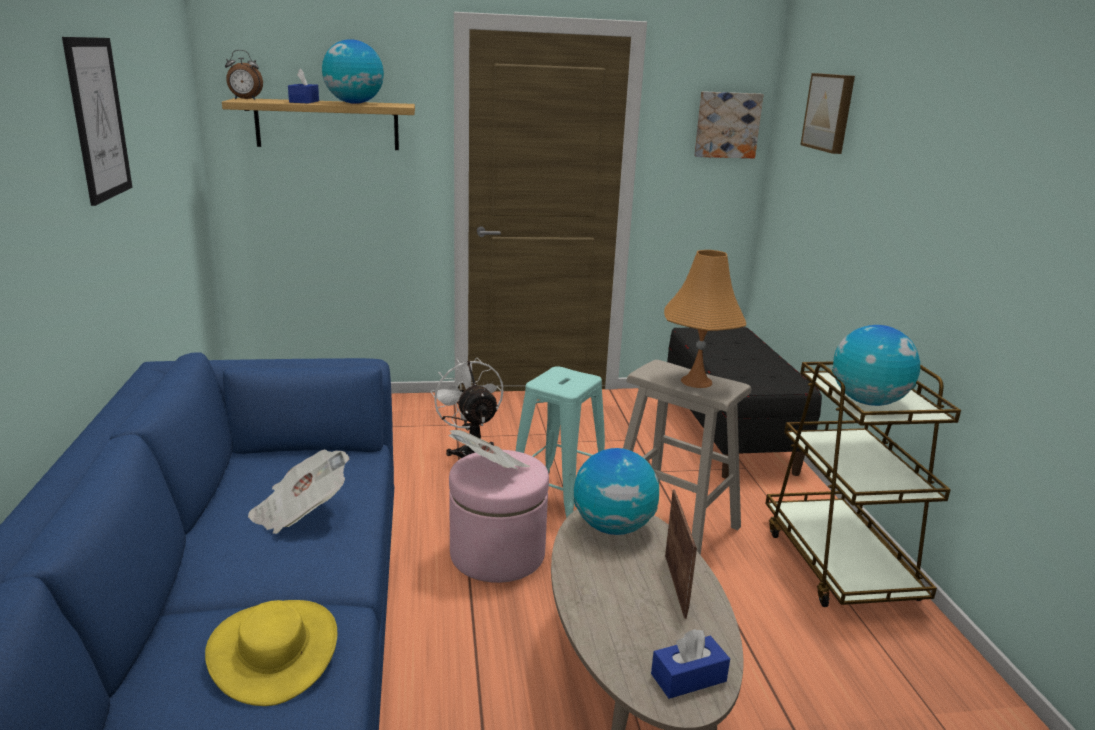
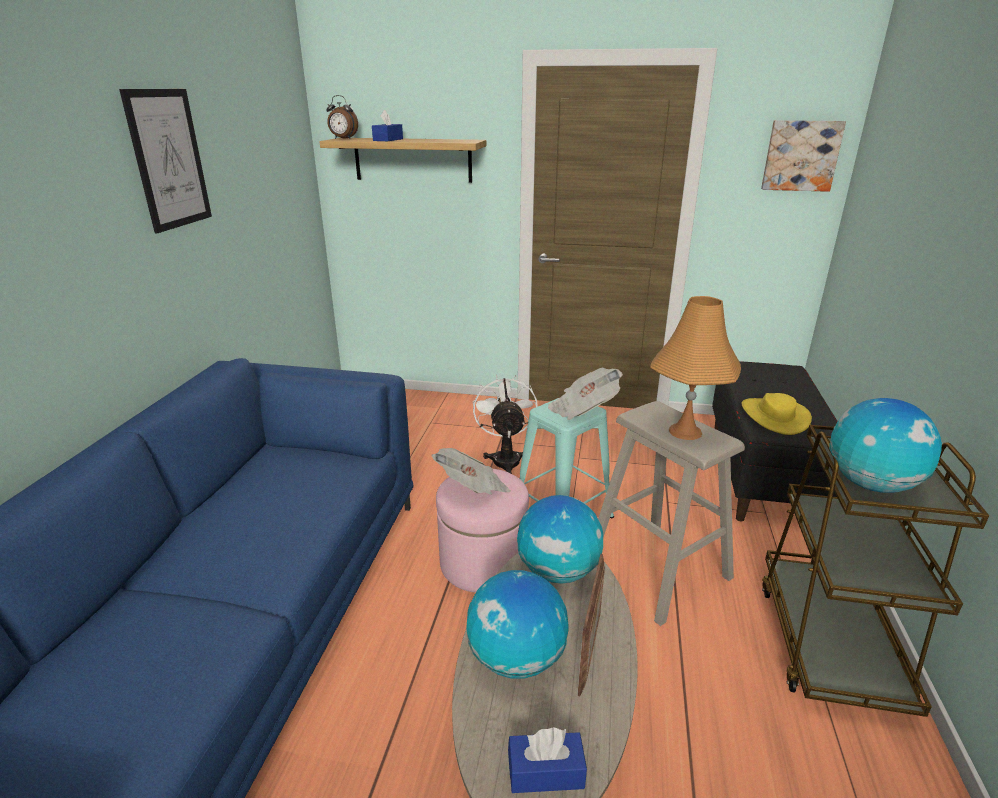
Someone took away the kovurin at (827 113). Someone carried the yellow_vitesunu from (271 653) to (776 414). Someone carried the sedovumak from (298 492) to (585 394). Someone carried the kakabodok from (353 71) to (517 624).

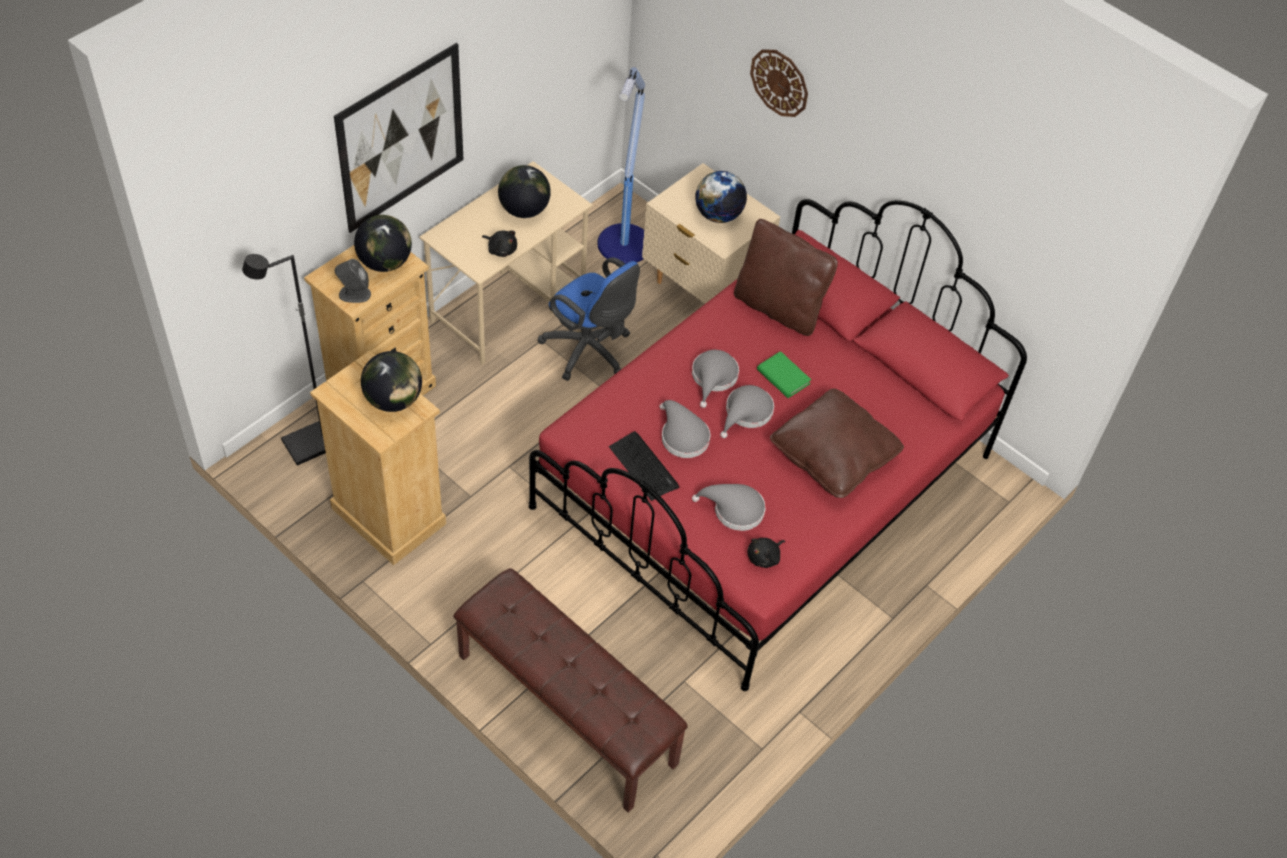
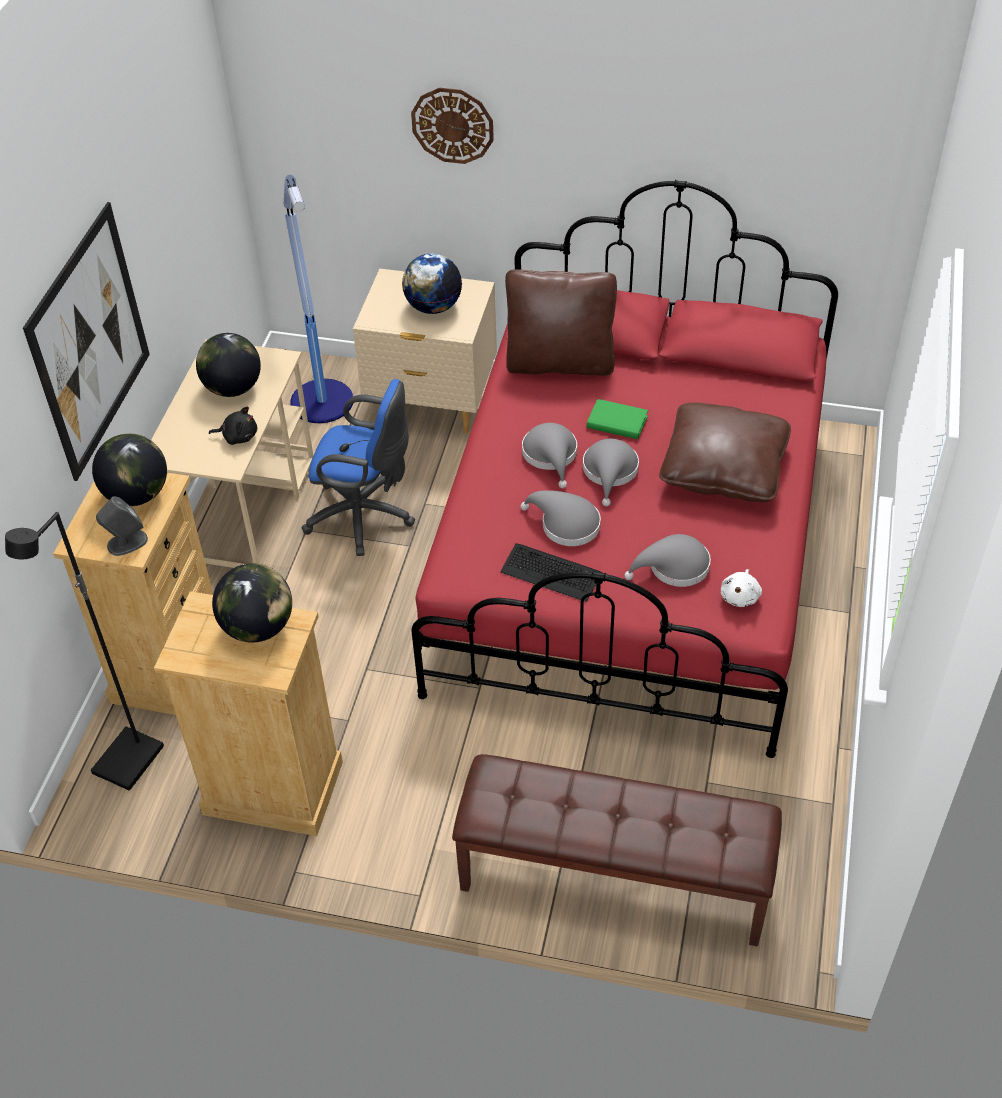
Someone repainted the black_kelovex at (766 553), which became the white_kelovex at (741 588).

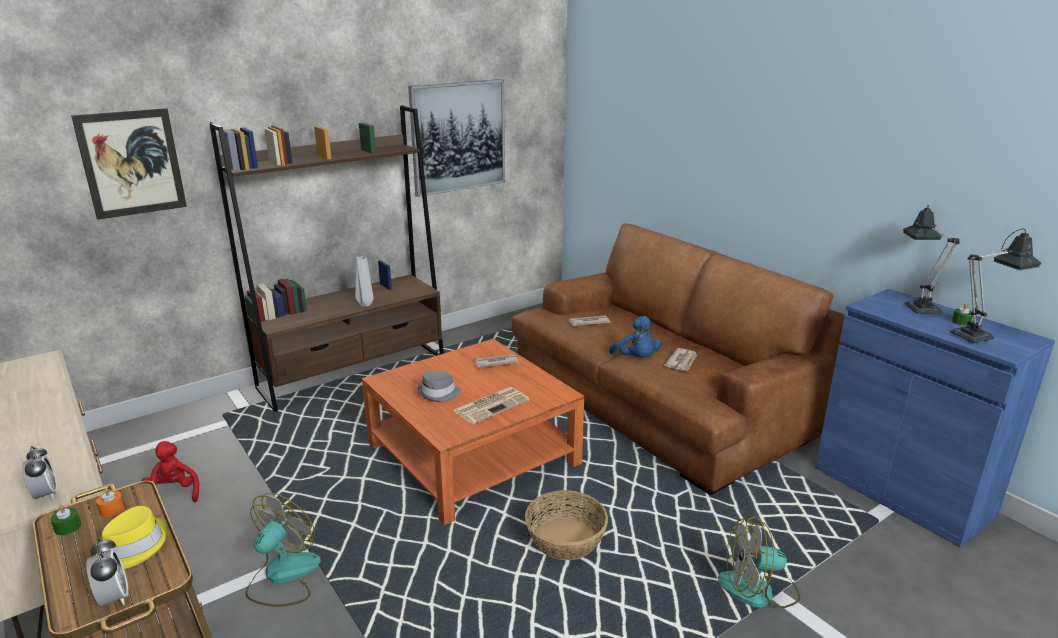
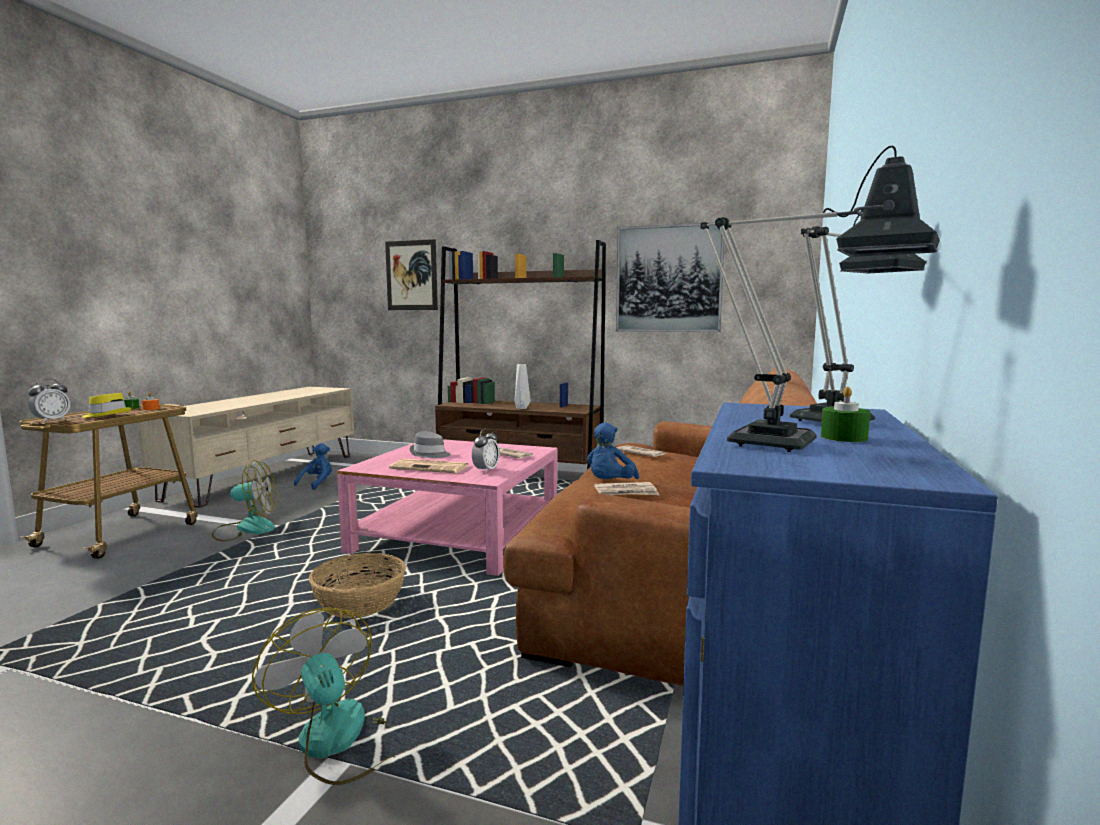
Someone carried the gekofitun from (40 472) to (486 450). Someone repainted the red_kelovex at (170 471), which became the blue_kelovex at (313 466). Someone repainted the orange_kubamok at (473 432), which became the pink_kubamok at (447 507).

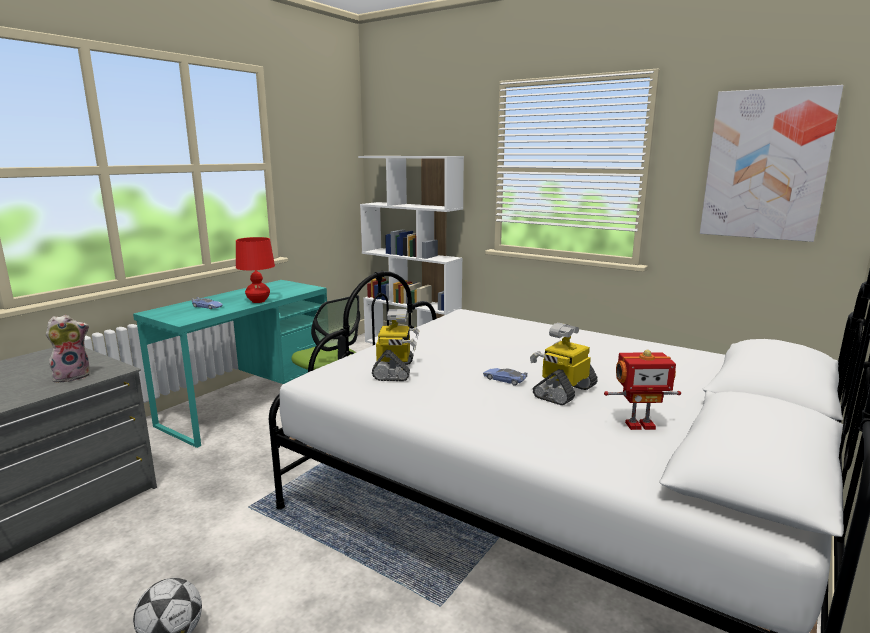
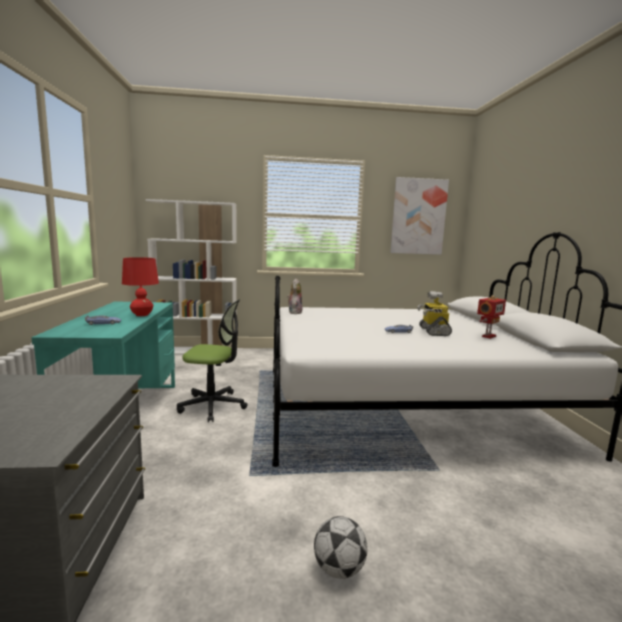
Someone took away the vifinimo at (395 345). Someone carried the kelovex from (67 348) to (294 296).

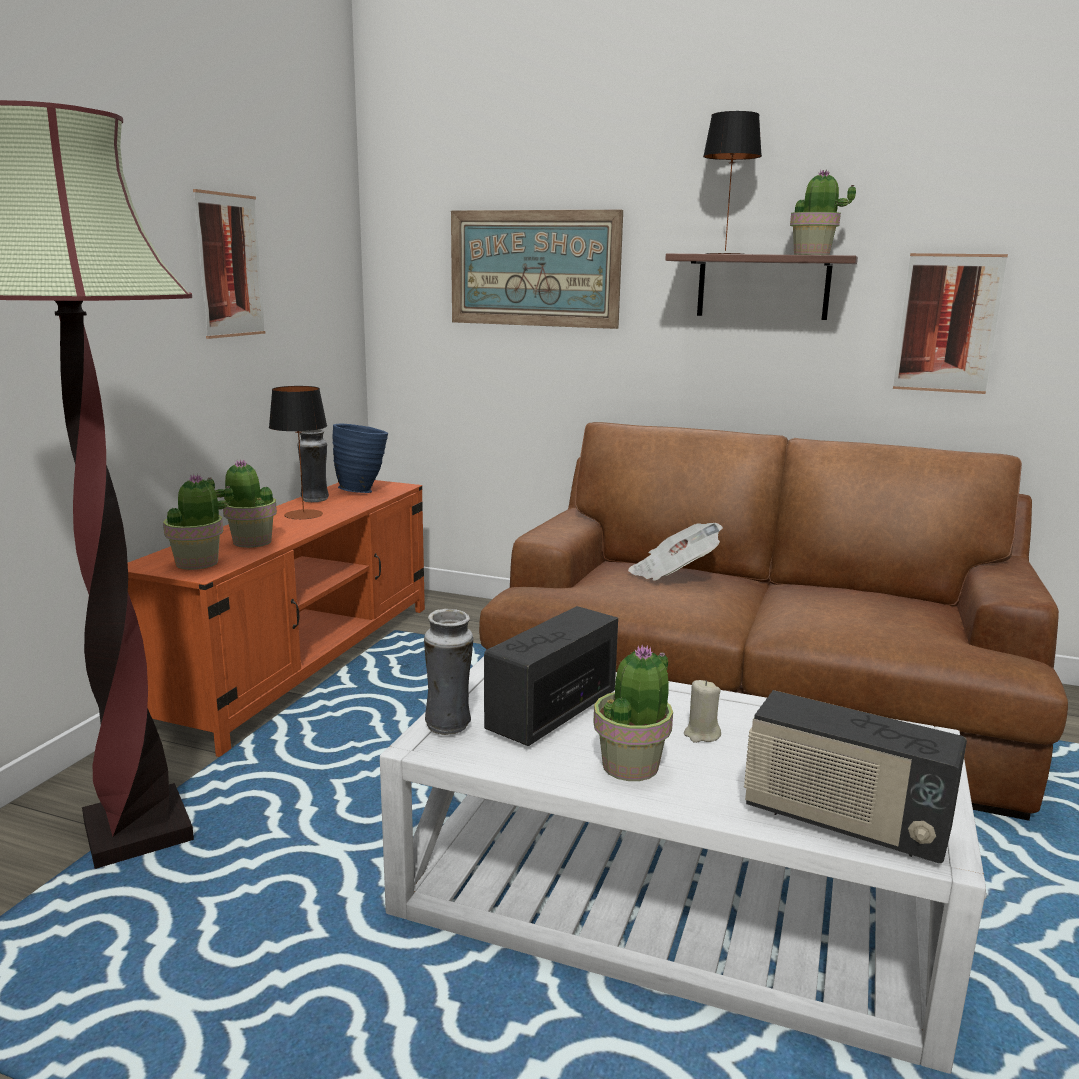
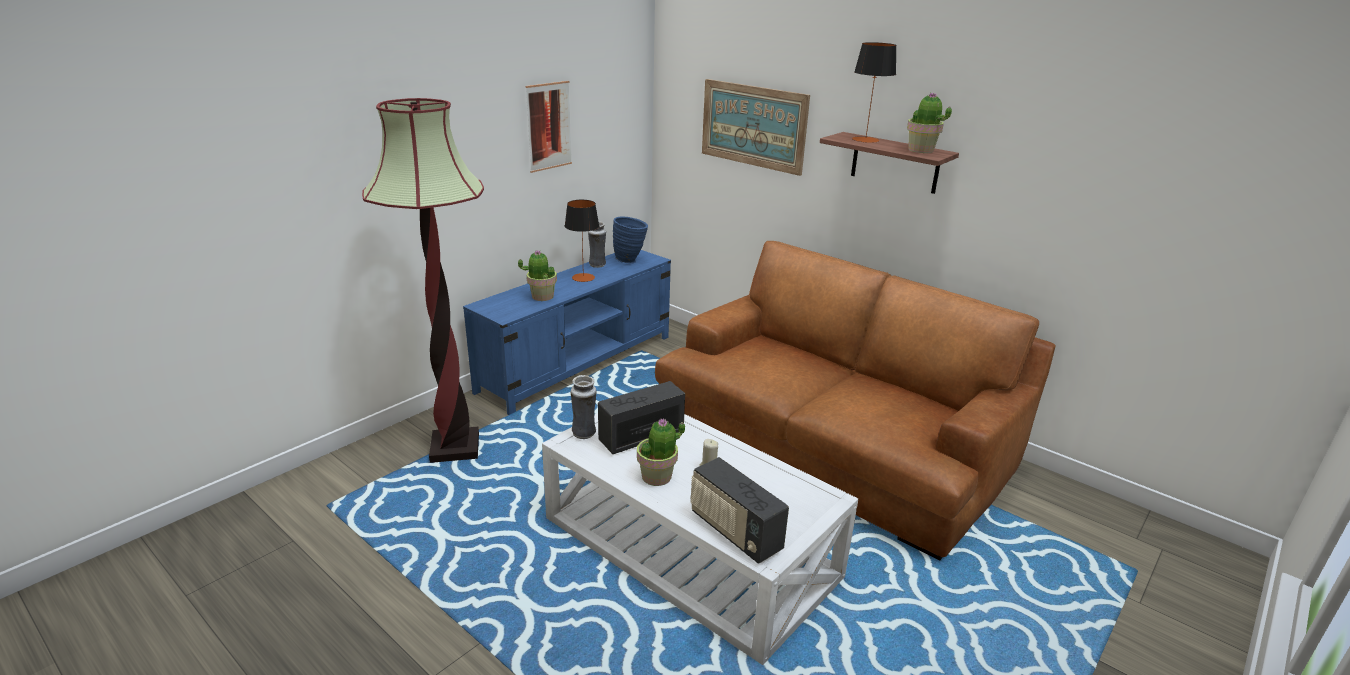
Someone took away the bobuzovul at (198 522). Someone took away the sedovumak at (675 552). Someone took away the kovurin at (950 323). Someone repainted the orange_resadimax at (276 618), which became the blue_resadimax at (567 332).

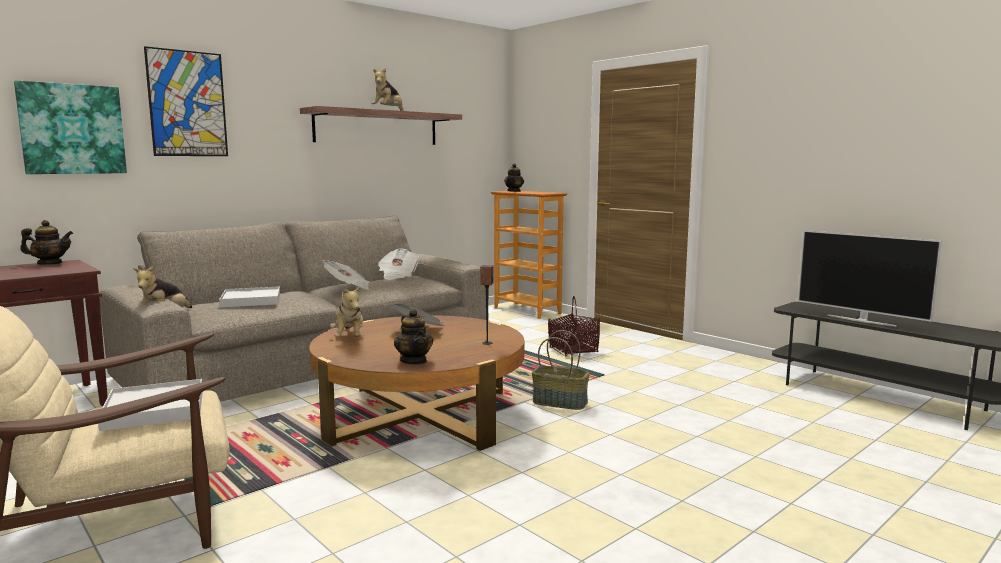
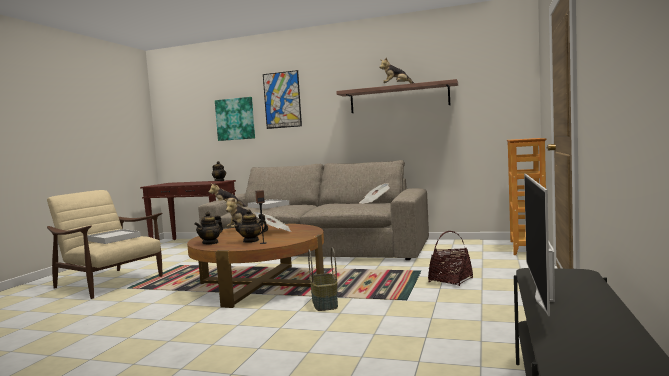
Someone took away the sedovumak at (346 274). Someone carried the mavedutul from (514 177) to (250 226).

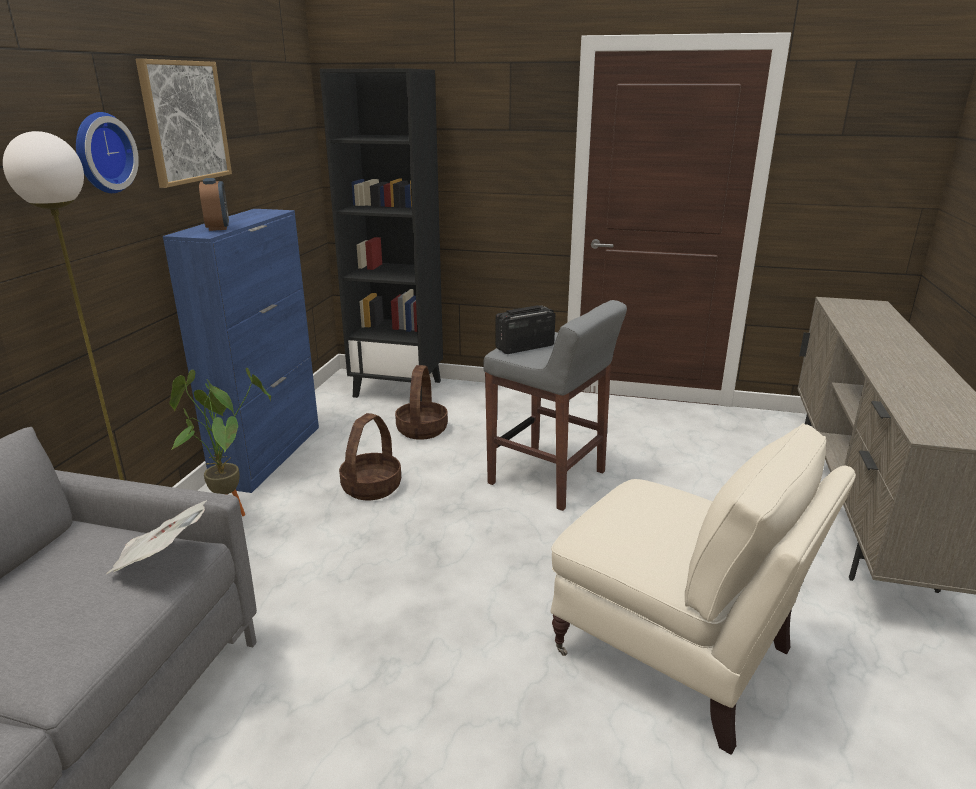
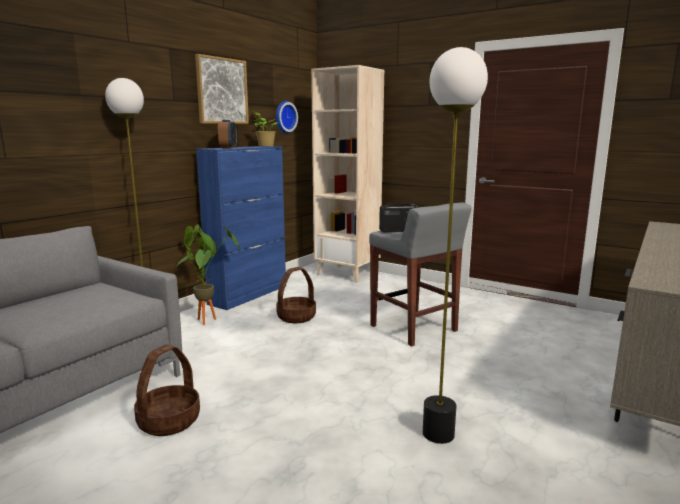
Someone took away the sedovumak at (157 537). Someone put down the bobuzovul at (264 129). Someone carried the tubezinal from (107 152) to (287 117). Someone carried the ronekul from (421 402) to (167 390). Someone swapped the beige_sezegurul at (703 589) for the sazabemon at (455 245). Someone repainted the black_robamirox at (381 235), which became the beige_robamirox at (347 174).

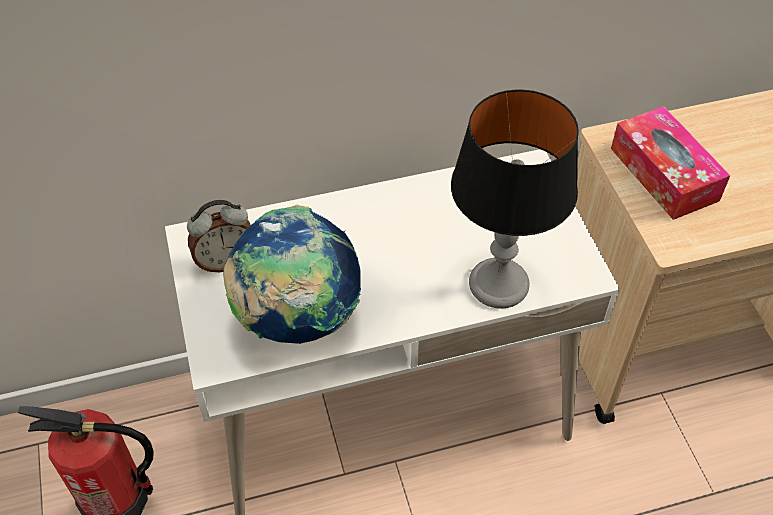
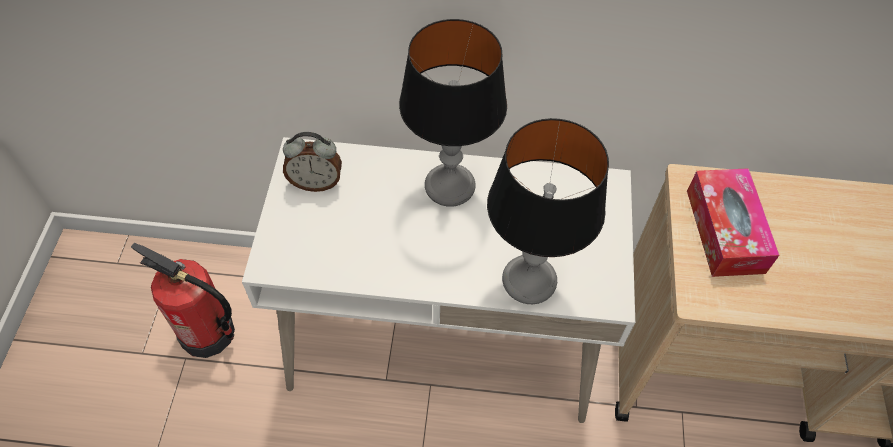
Someone took away the kakabodok at (292 274). Someone put down the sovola at (453 113).

